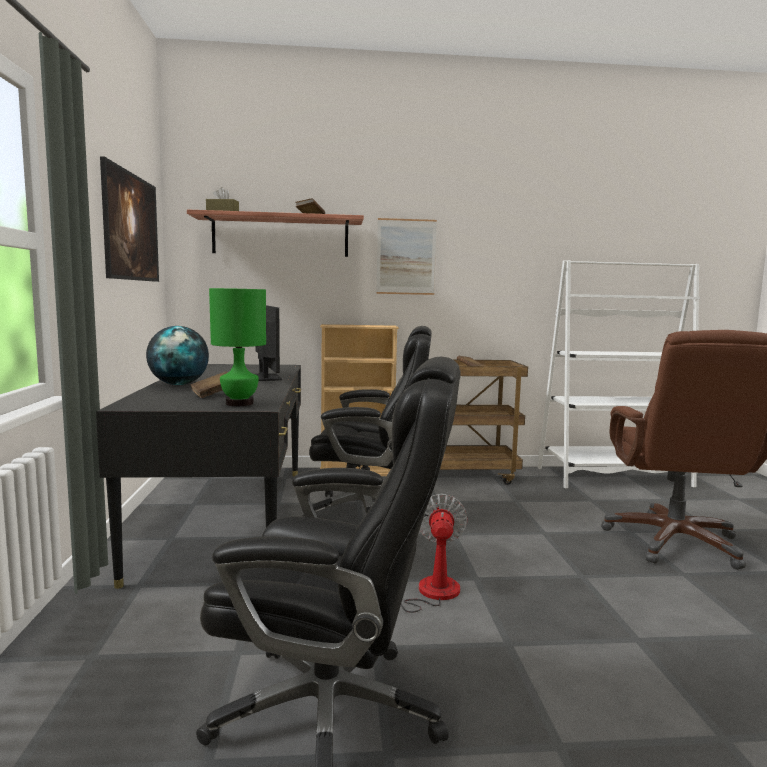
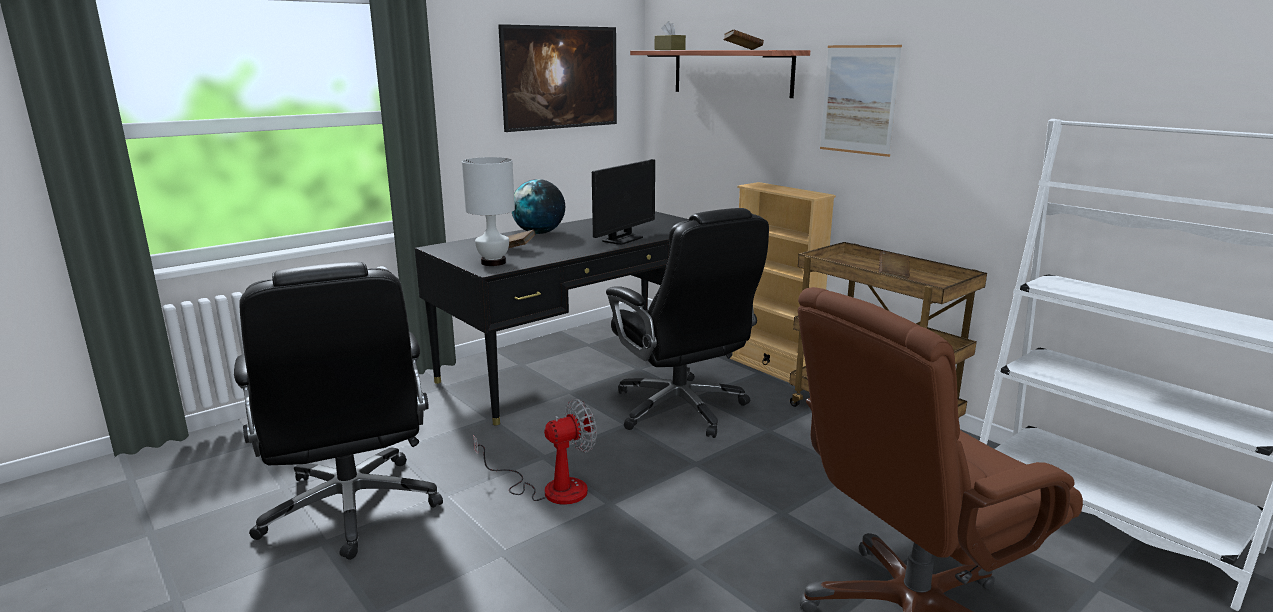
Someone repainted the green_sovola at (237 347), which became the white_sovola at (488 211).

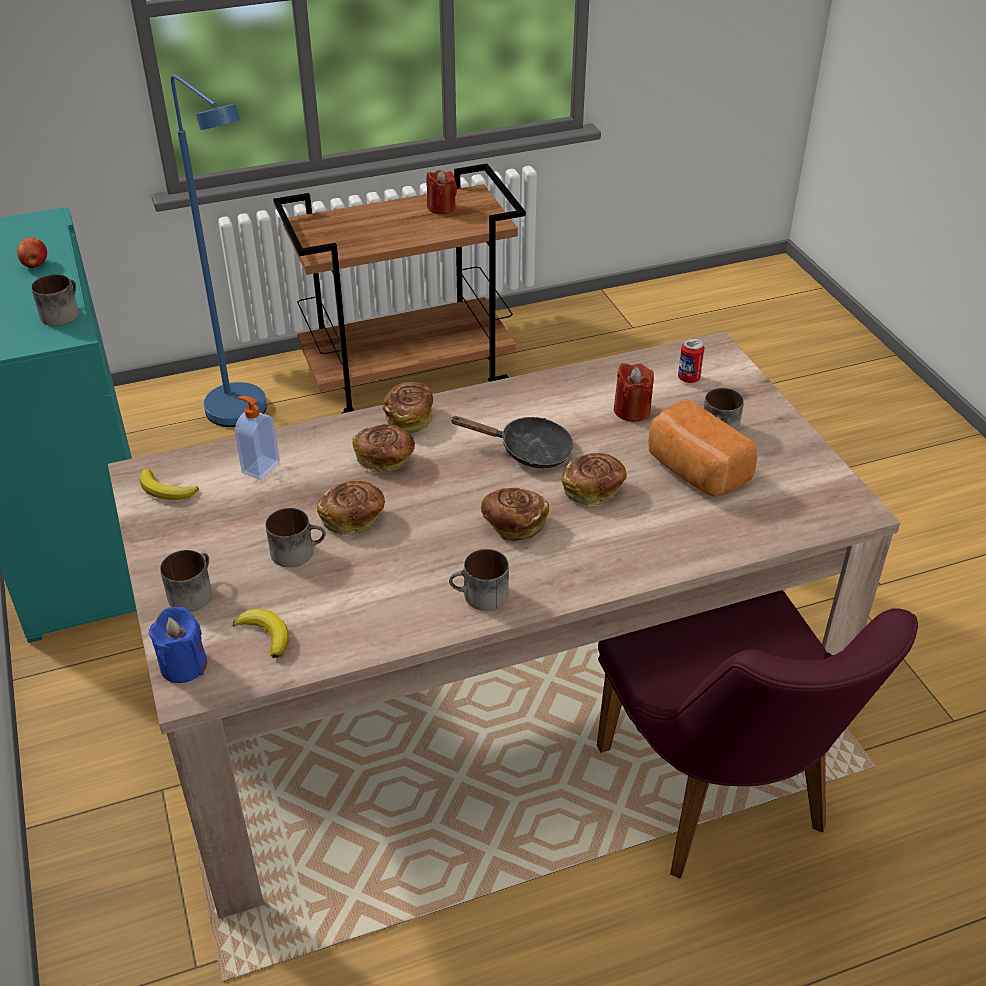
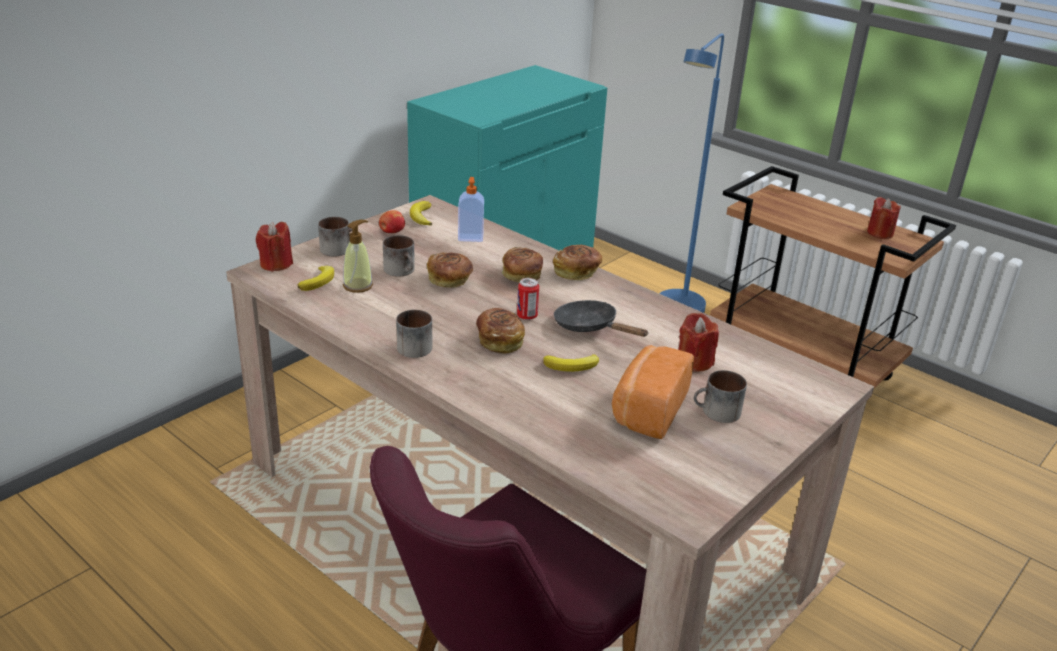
Someone took away the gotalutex at (55 300). Someone put down the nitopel at (358 256). Someone carried the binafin from (32 252) to (392 221). Someone carried the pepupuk from (691 360) to (528 299). Someone swapped the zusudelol at (594 479) for the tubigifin at (571 363). Someone repainted the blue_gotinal at (178 644), which became the red_gotinal at (274 247). Someone rotated the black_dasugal at (512 442) by 150 degrees clockwise.

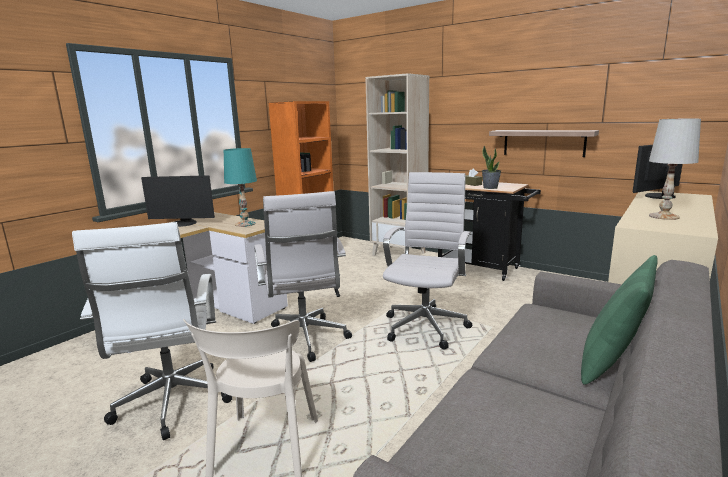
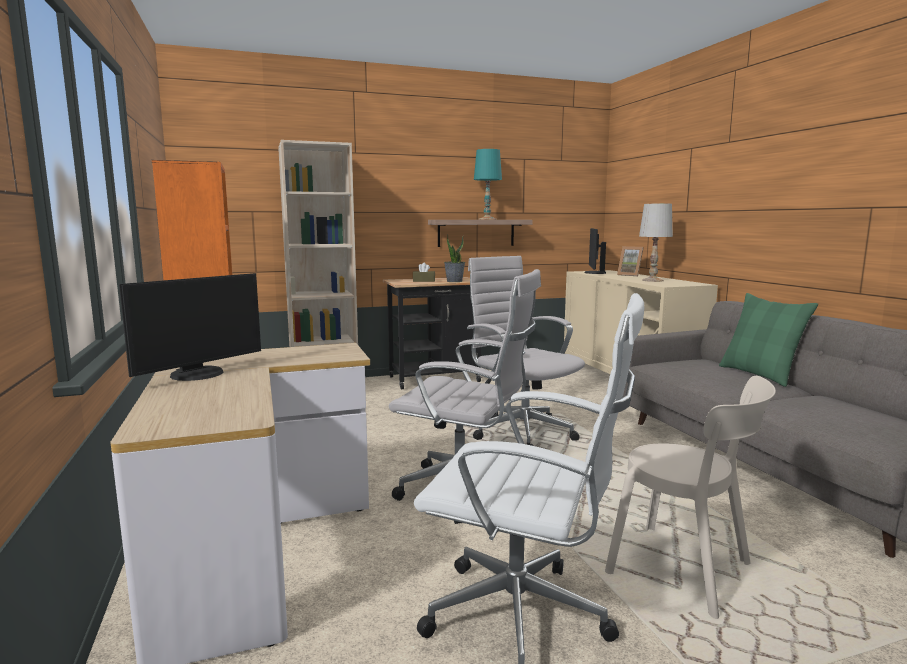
Someone put down the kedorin at (630 261). Someone carried the turquoise_sovola from (240 187) to (488 184).

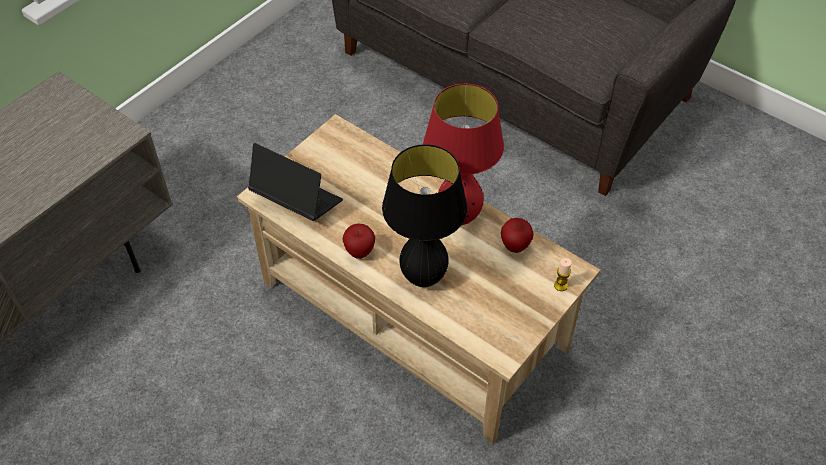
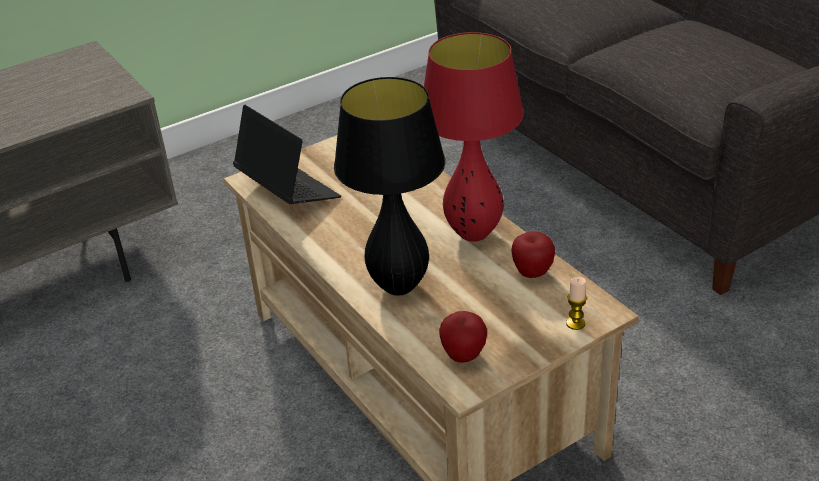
Someone carried the binafin from (358 241) to (463 337).

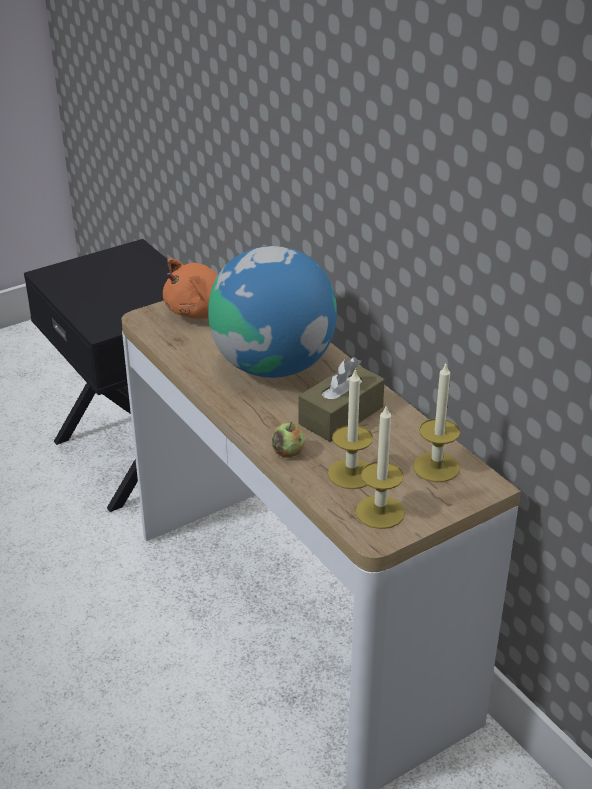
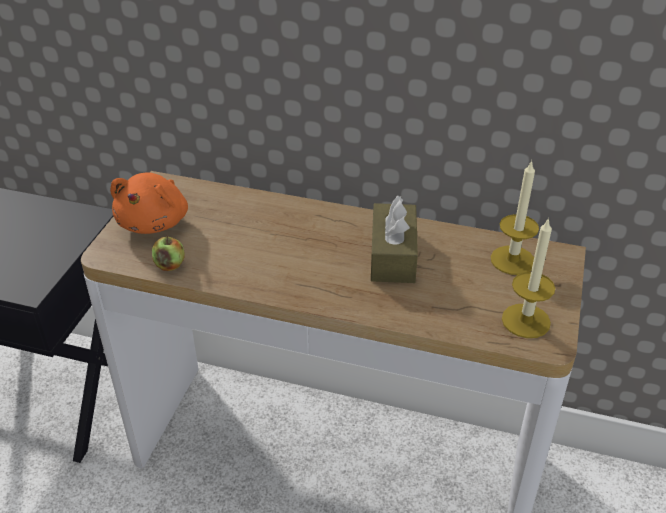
Someone took away the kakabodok at (272 312). Someone took away the gotinal at (350 428). Someone carried the binafin from (288 440) to (168 253).

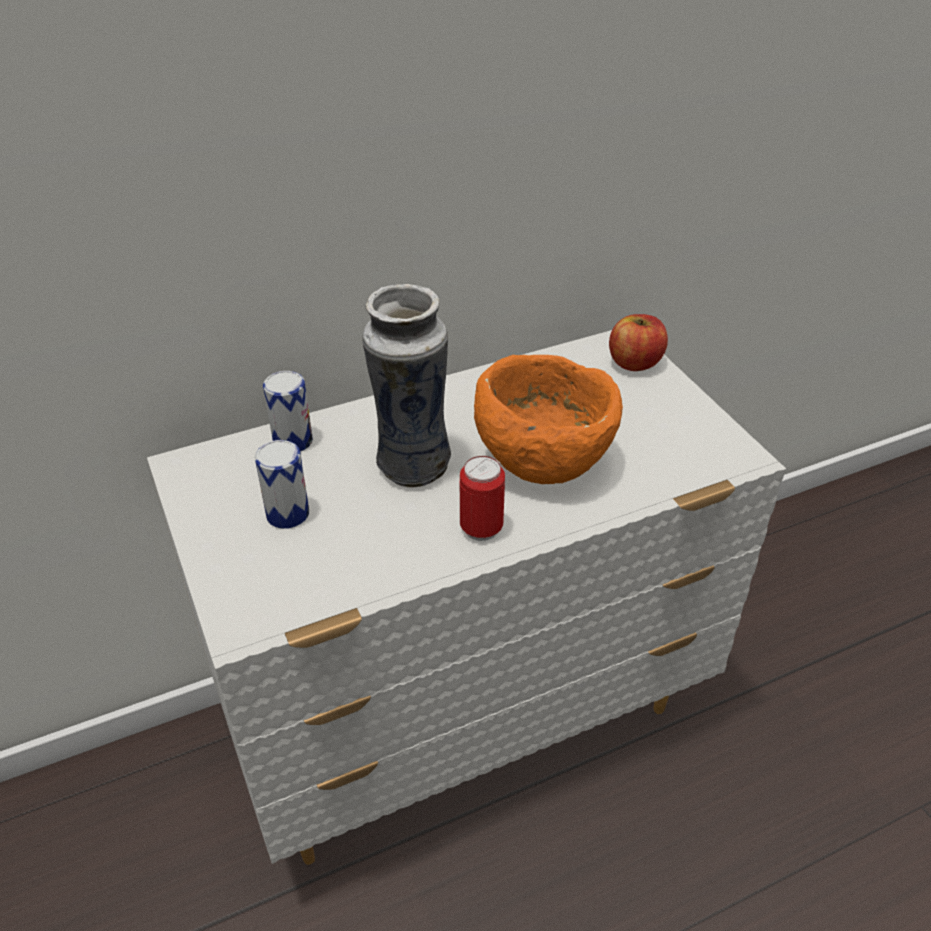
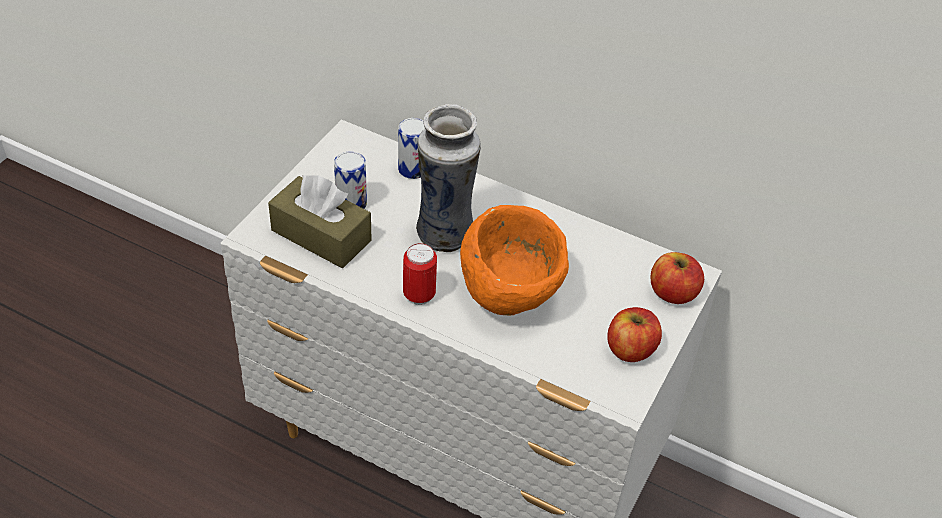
Someone put down the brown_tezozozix at (320 221). Someone put down the binafin at (634 334).

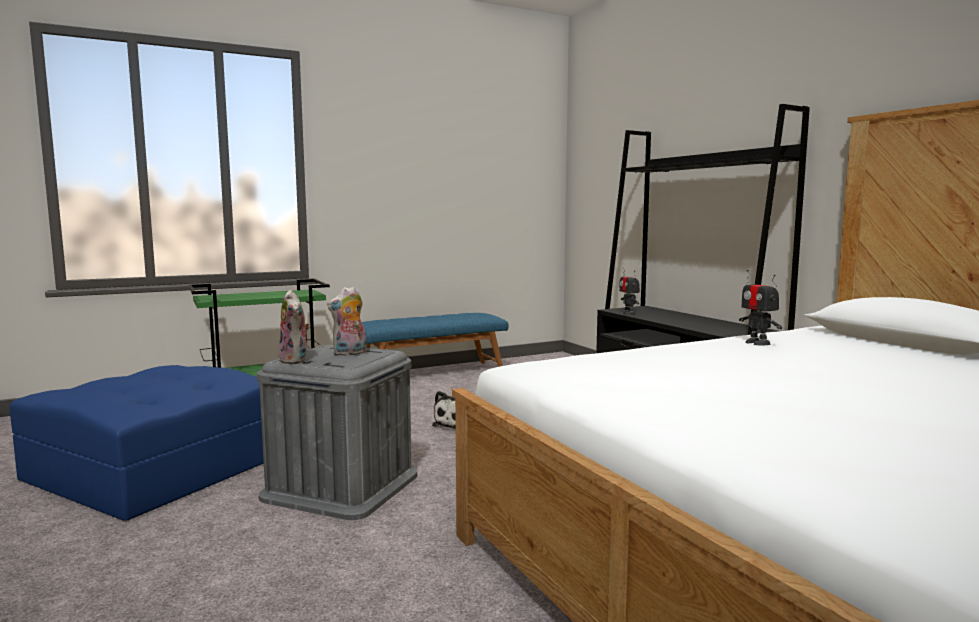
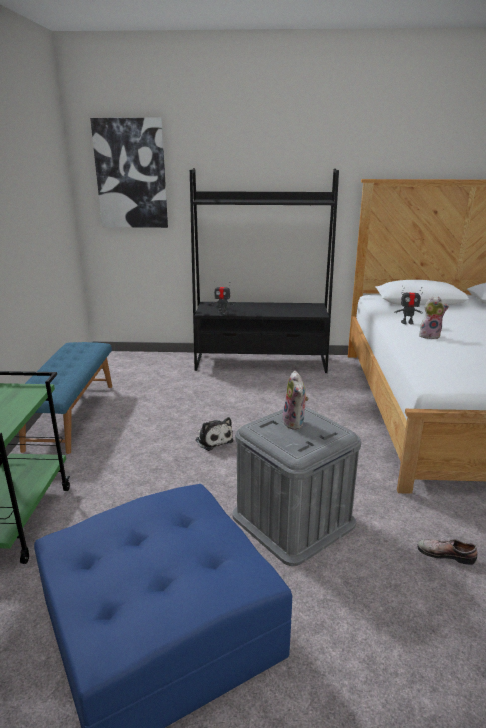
Someone put up the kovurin at (129 173). Someone put down the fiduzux at (447 552). Someone carried the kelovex from (294 327) to (434 318).

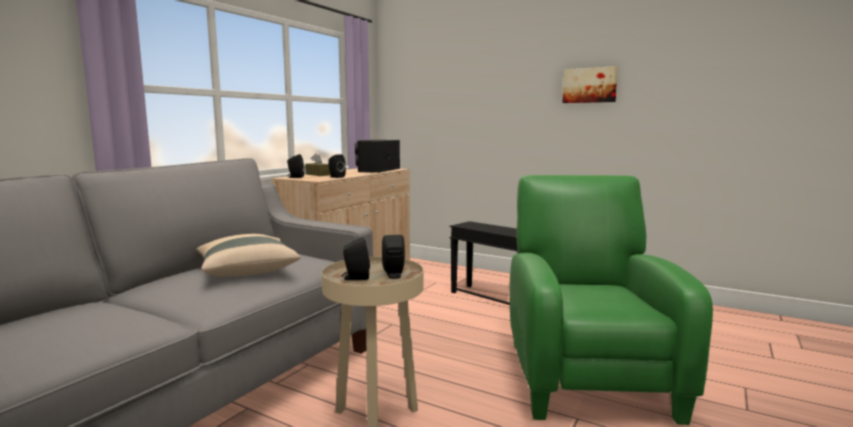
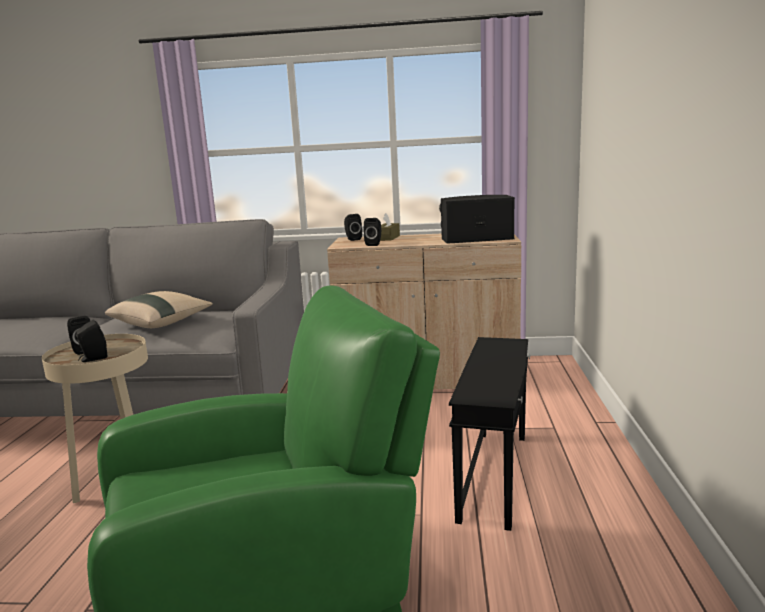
Someone took away the kovurin at (590 84).

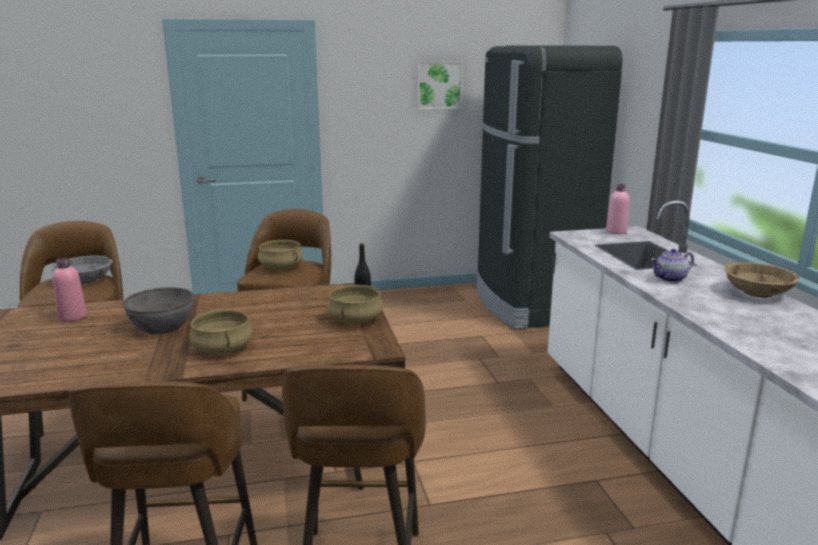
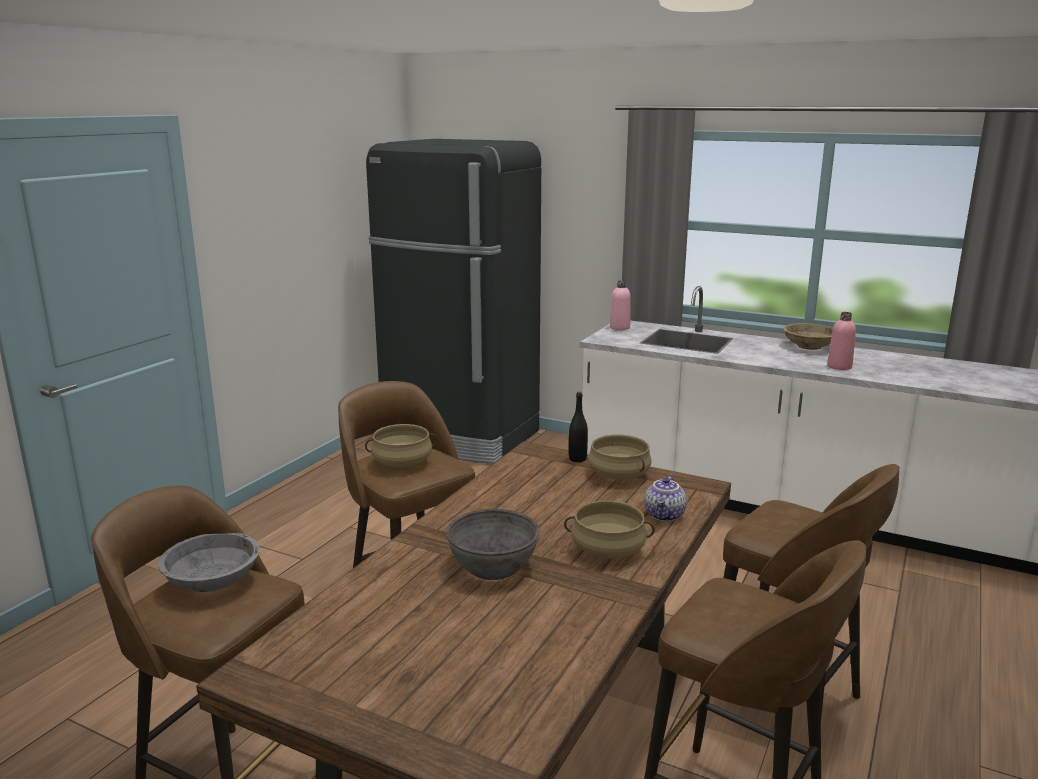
Someone took away the kovurin at (440 86). Someone carried the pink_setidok from (70 290) to (841 341). Someone carried the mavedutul from (672 265) to (665 498).

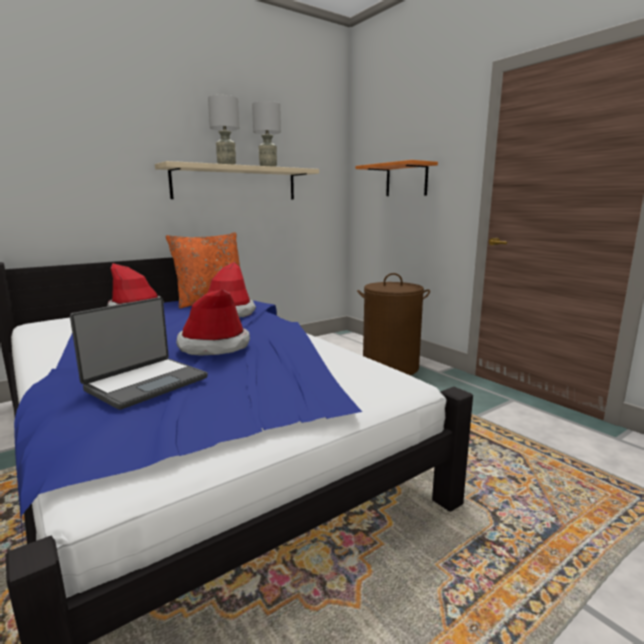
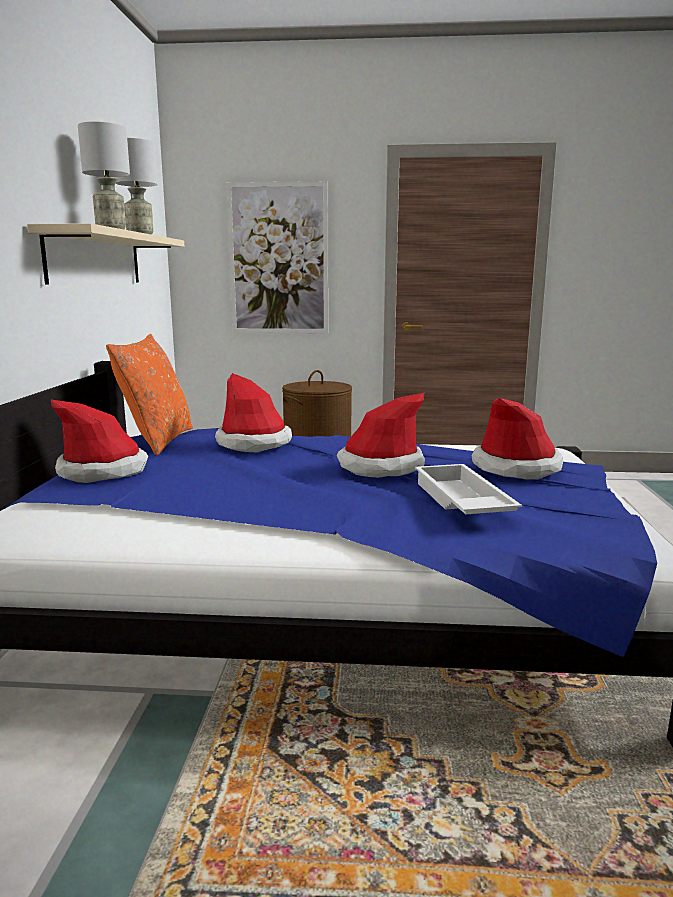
Someone put down the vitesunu at (517 439). Someone swapped the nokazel at (139 353) for the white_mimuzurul at (468 489). Someone swapped the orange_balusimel at (396 178) for the kovurin at (277 257).

